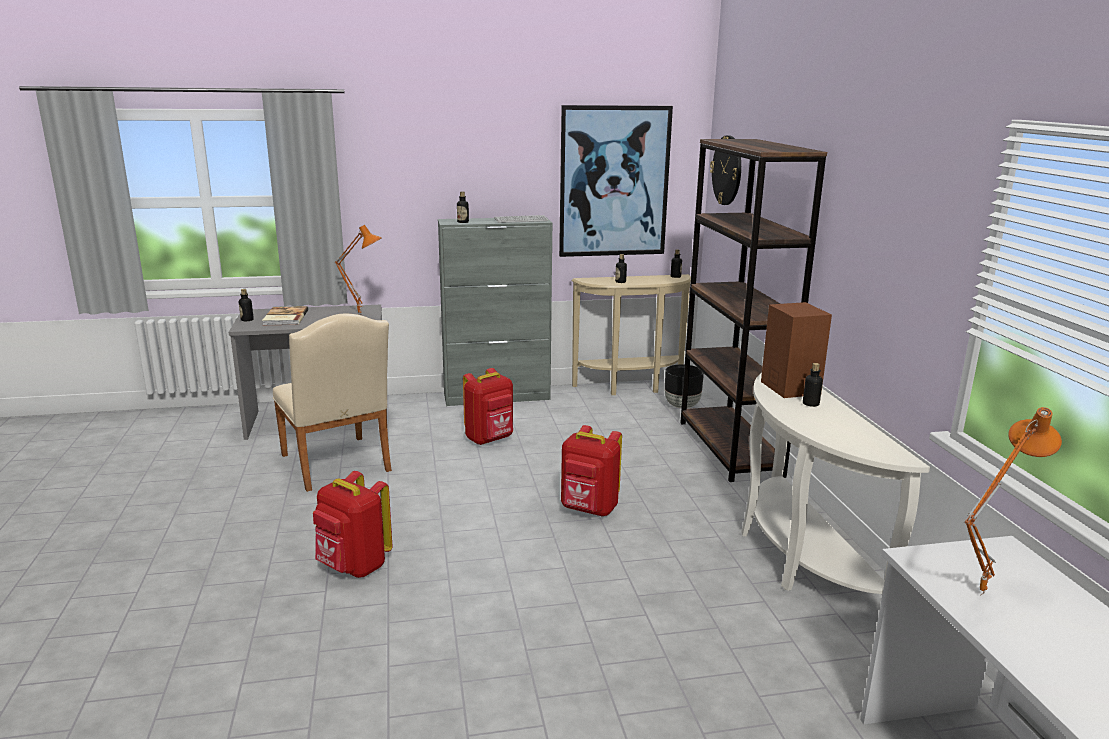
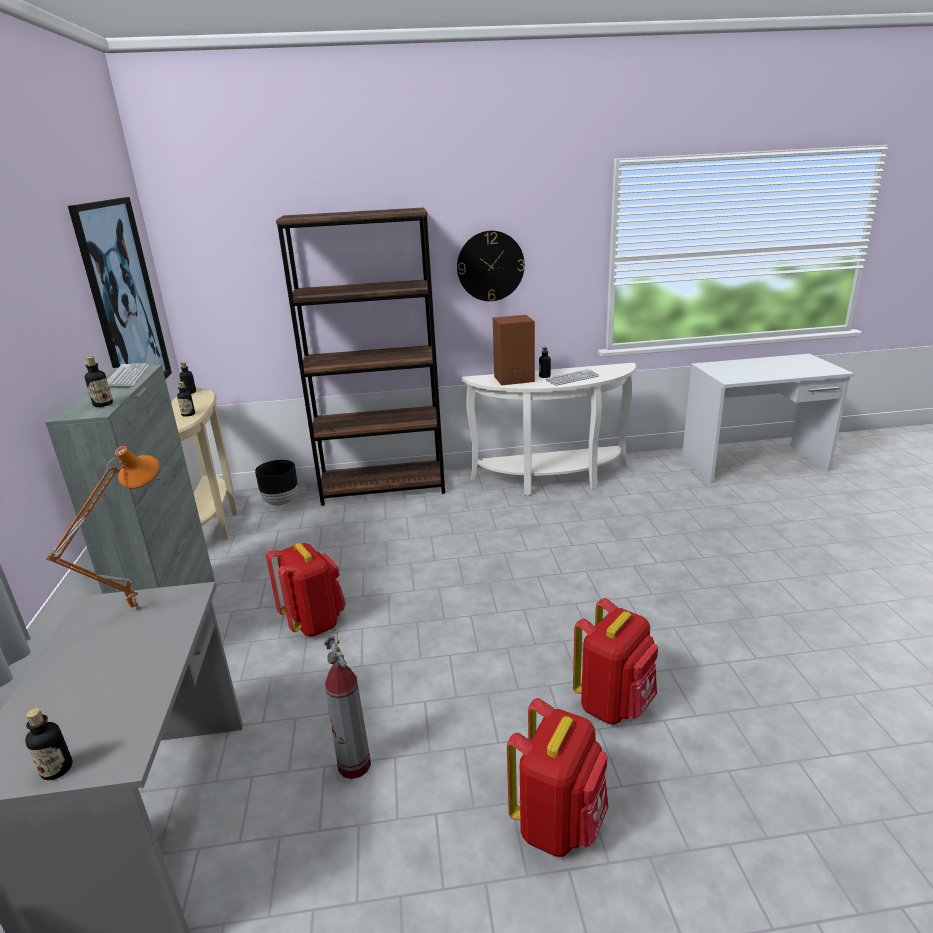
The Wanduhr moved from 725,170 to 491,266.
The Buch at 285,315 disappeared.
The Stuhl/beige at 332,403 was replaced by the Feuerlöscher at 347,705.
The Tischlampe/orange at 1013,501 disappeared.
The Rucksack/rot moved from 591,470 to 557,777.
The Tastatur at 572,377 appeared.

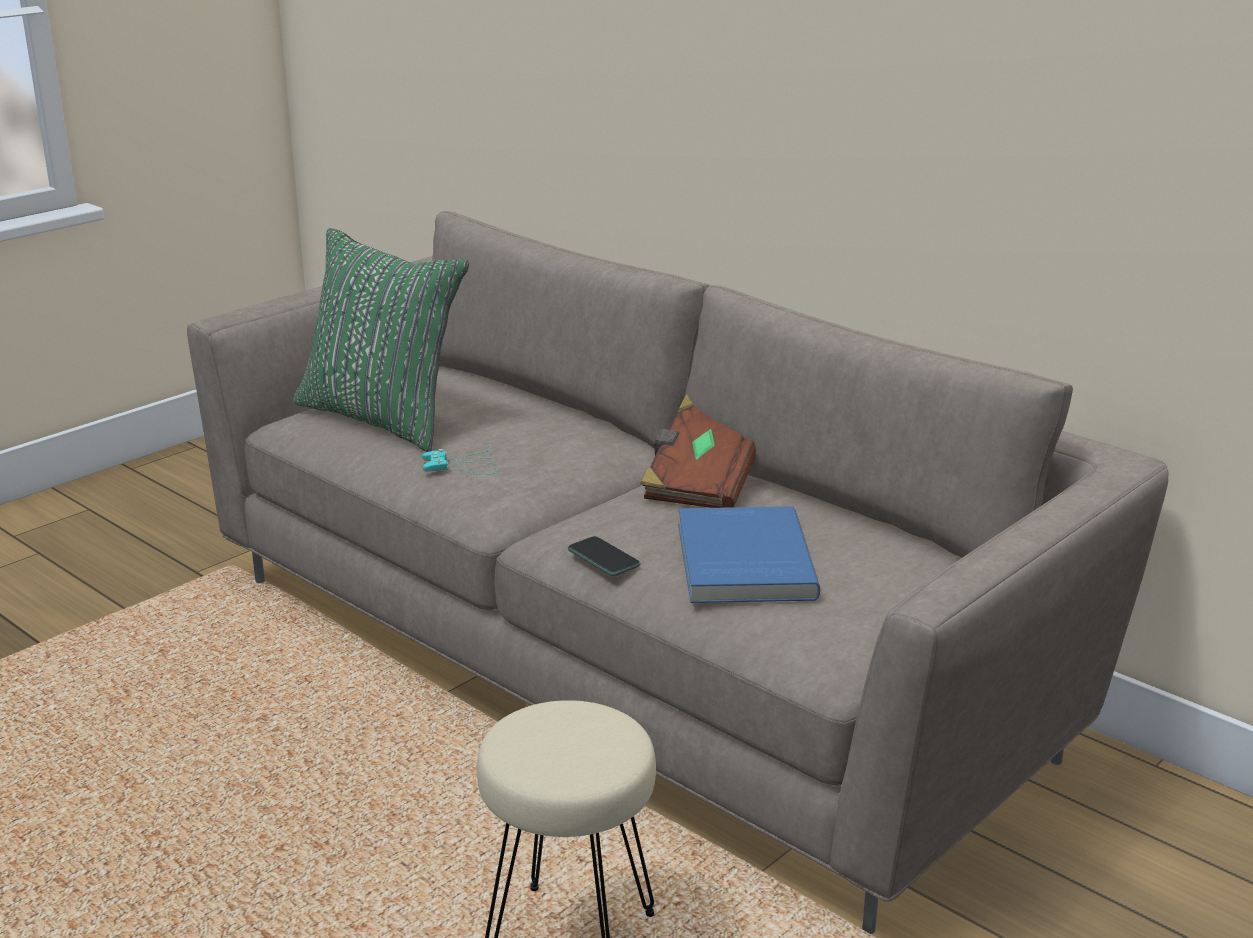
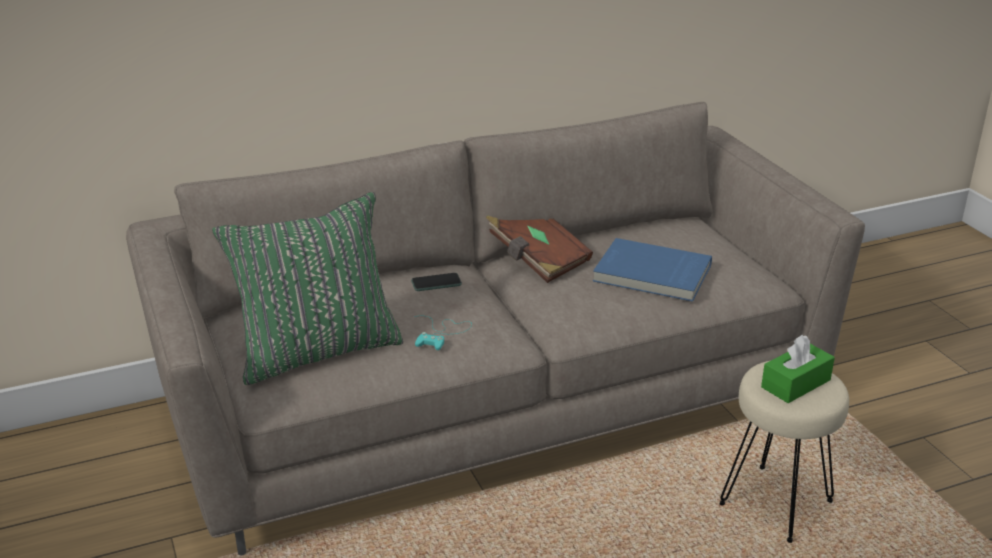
The Handy moved from 604,556 to 436,282.
The Taschentuchbox/grün at 798,368 appeared.

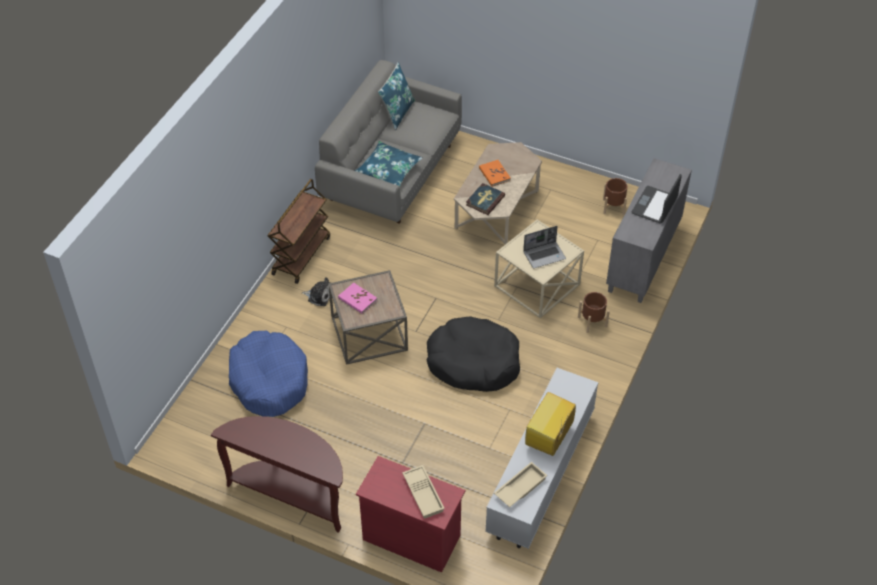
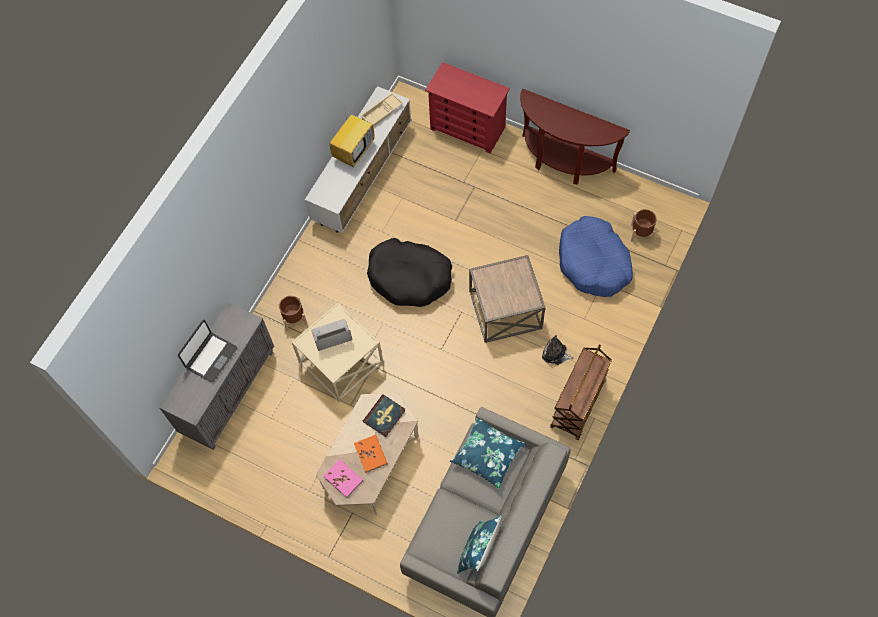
The Pflanzkübel/braun moved from 615,196 to 644,226.
The Buch/rosa moved from 357,298 to 343,478.
The Tablett/beige at 423,492 disappeared.

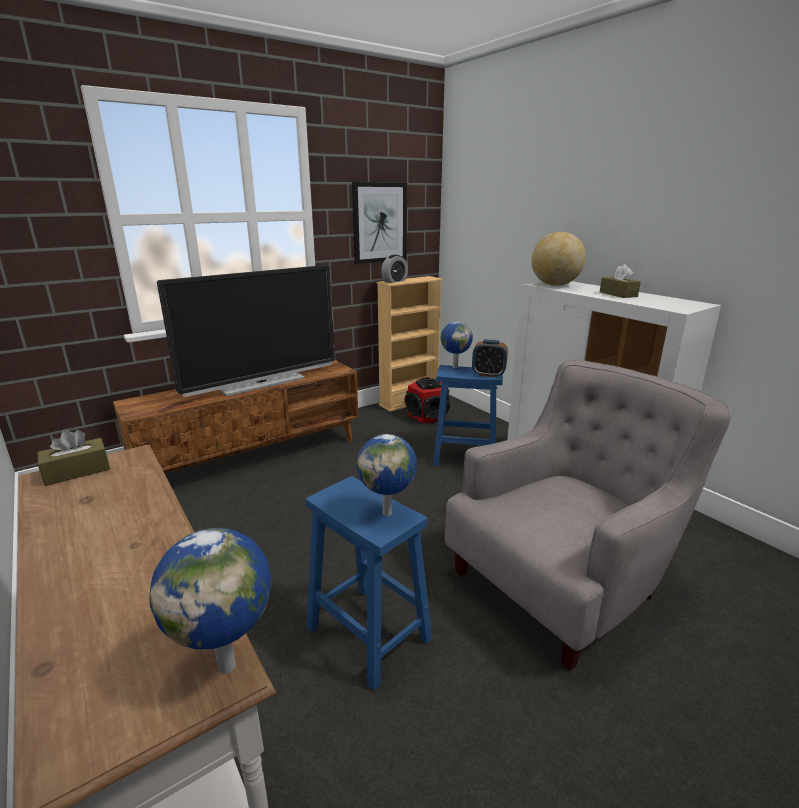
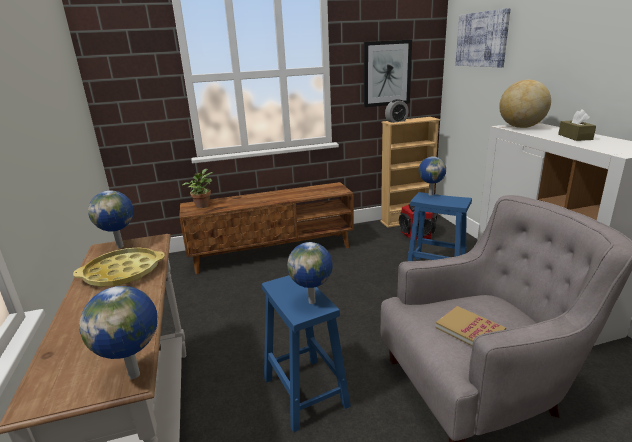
The Fernseher at 246,331 disappeared.
The Wecker at 490,358 disappeared.
The Taschentuchbox/braun at 73,457 was replaced by the Globus at 111,219.
The Bild at 483,37 appeared.
The Topfpflanze at 197,188 appeared.
The Tablett/gelb at 119,267 appeared.
The Buch at 470,326 appeared.

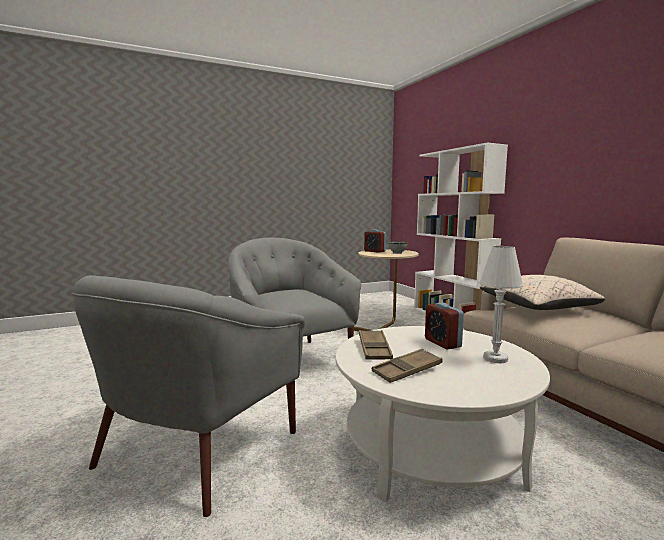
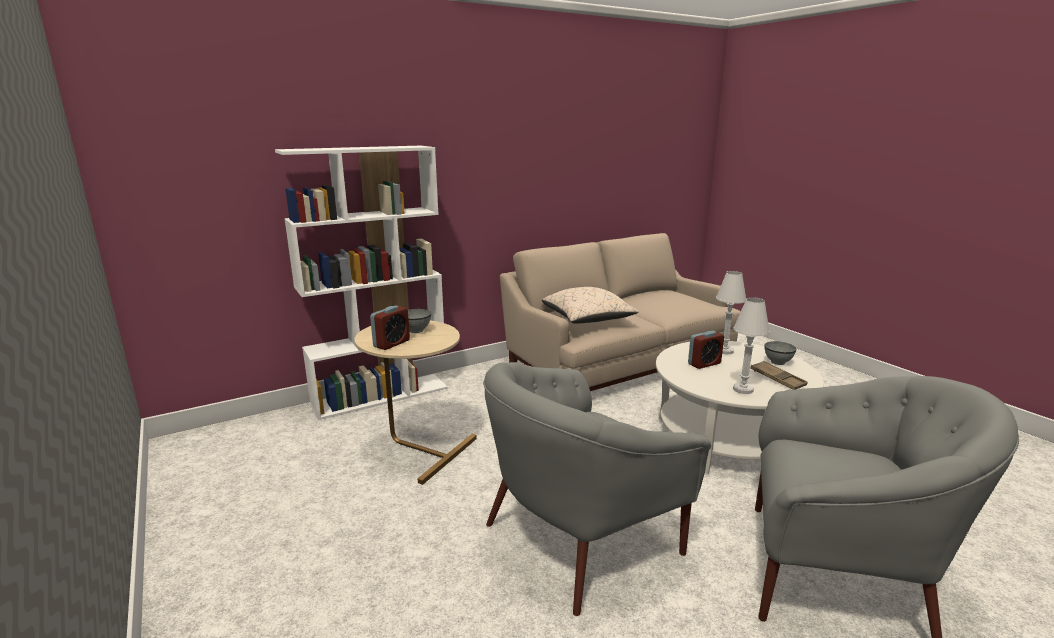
The Tablett/braun at 376,344 was replaced by the Tischlampe/weiß at 751,345.
The Schüssel/grau at 780,353 appeared.

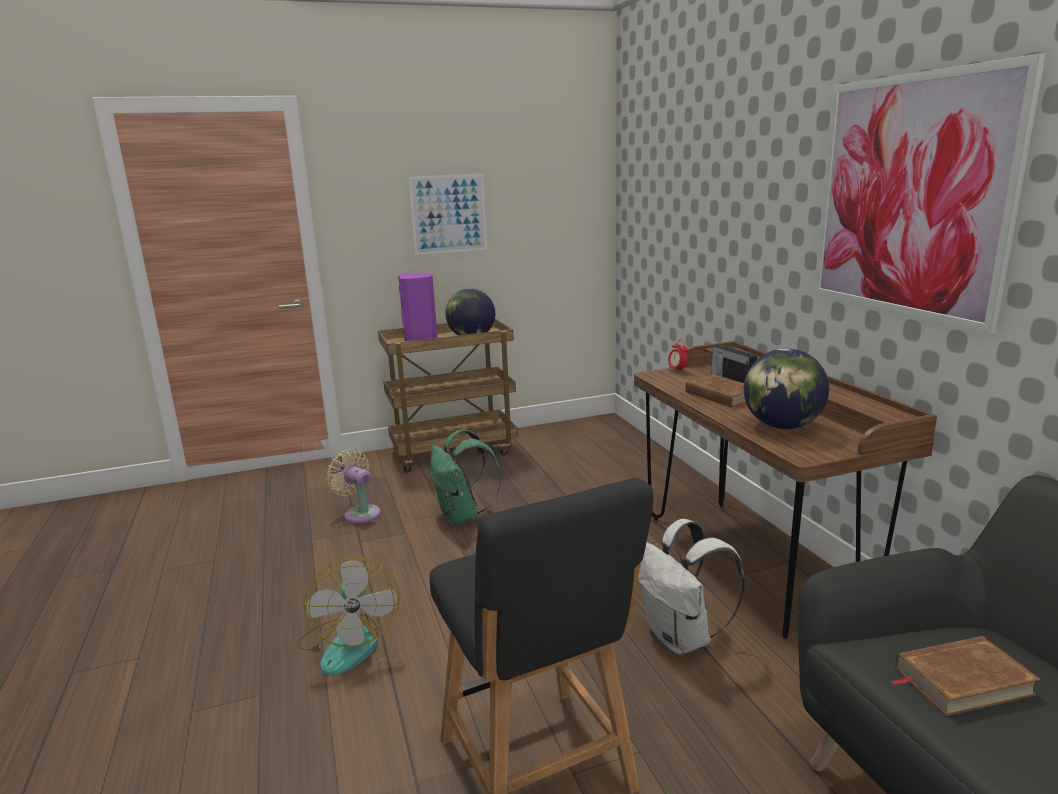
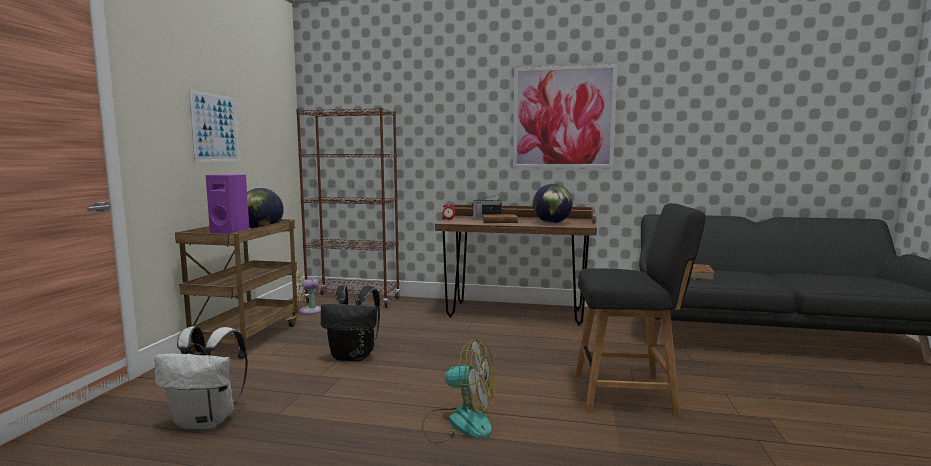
The Rucksack/grün at 465,477 became the Rucksack/schwarz at 350,323.
The Ventilator/beige moved from 354,486 to 308,292.
The Rucksack/weiß moved from 691,587 to 201,377.
The Bücherregal/braun at 348,208 appeared.

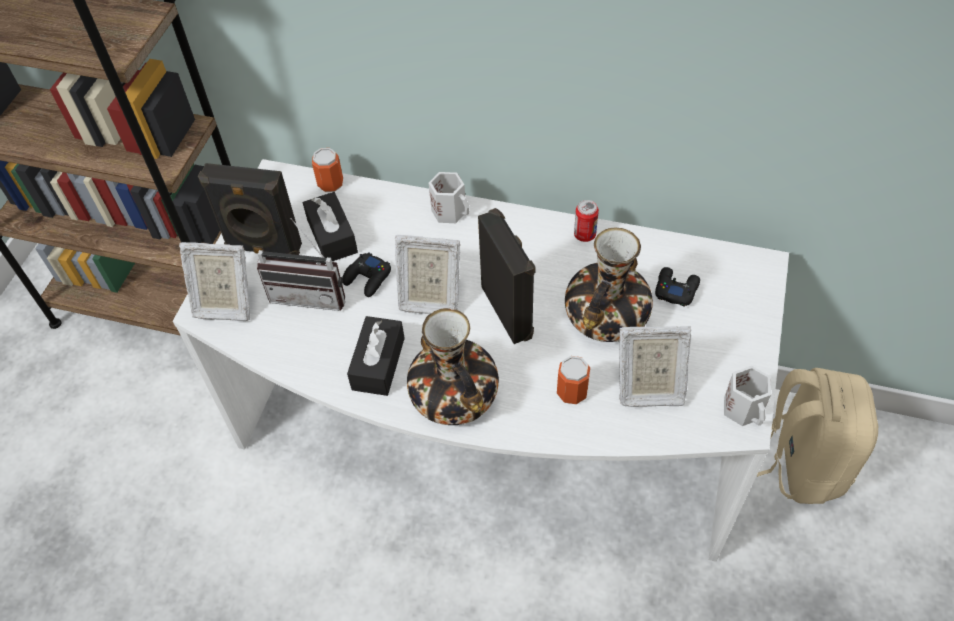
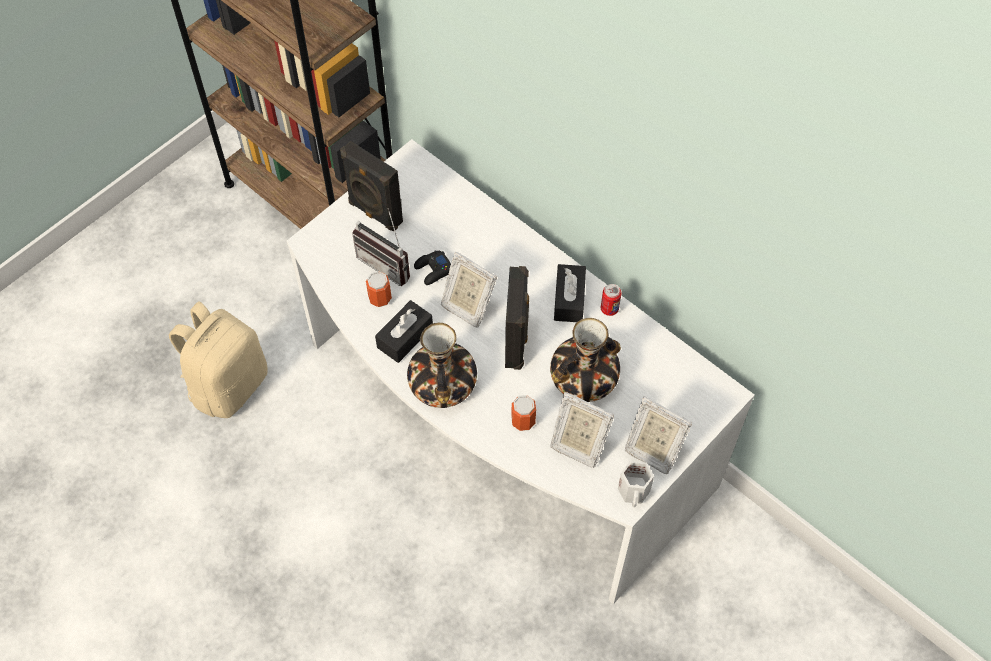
The Dose moved from 327,170 to 379,289.
The Henkelbecher/weiß at 449,197 disappeared.
The Taschentuchbox/schwarz moved from 330,226 to 570,293.
The Bilderrahmen moved from 214,281 to 658,435.
The Gamepad/schwarz at 677,287 disappeared.
The Rucksack/beige moved from 817,436 to 218,359.

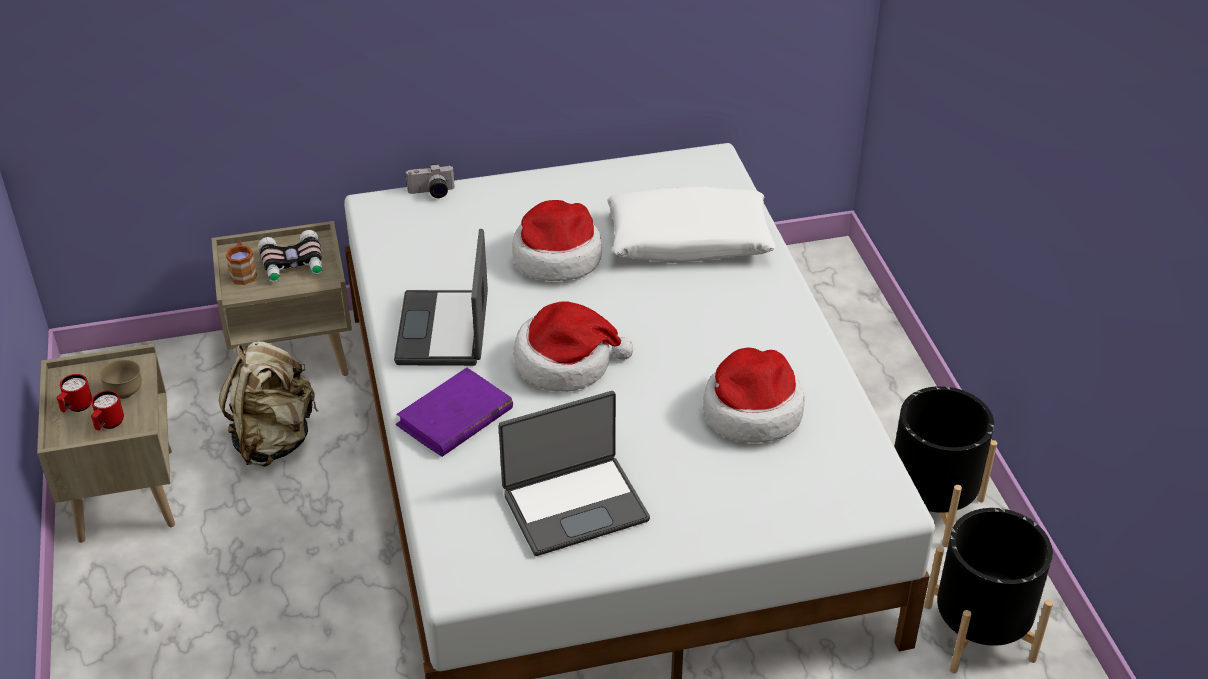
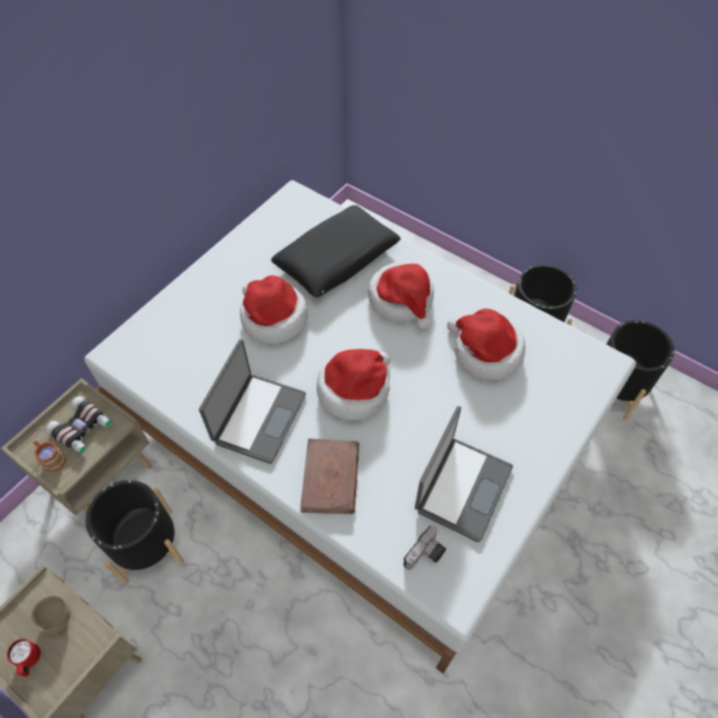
The Kamera moved from 430,181 to 424,548.
The Kissen/weiß at 691,224 became the Kissen/schwarz at 336,251.
The Laptop at 441,297 turned 120 degrees counterclockwise.
The Rucksack/beige at 268,404 was replaced by the Pflanzkübel/schwarz at 135,532.
The Buch/lila at 454,412 became the Buch/braun at 329,476.
The Henkelbecher/rot at 107,410 disappeared.
The Hut at 401,296 appeared.

